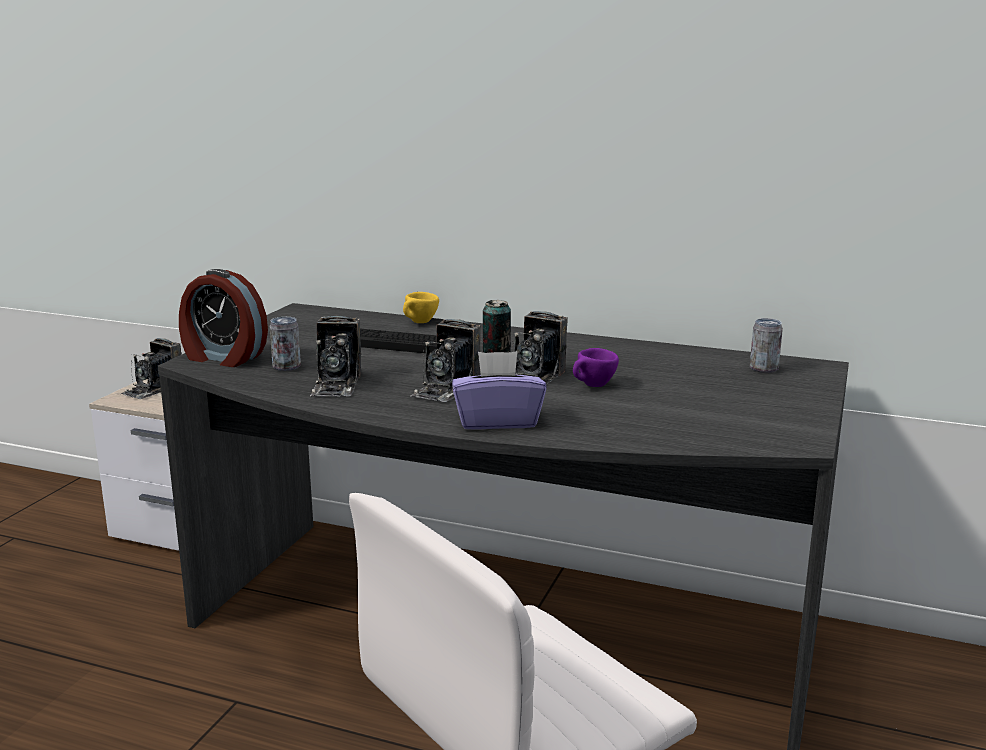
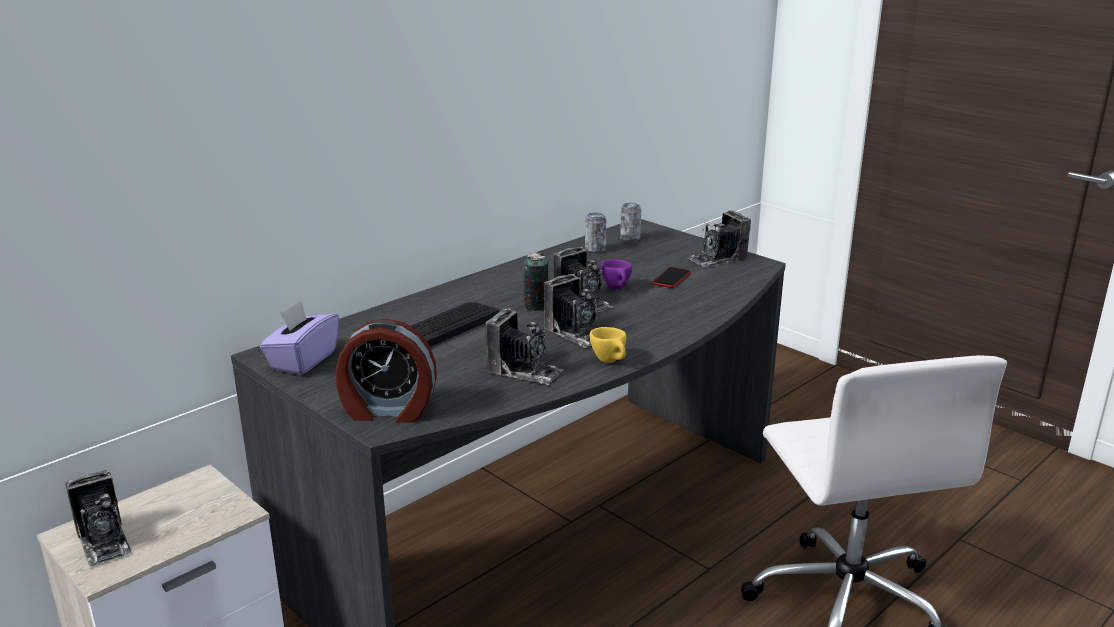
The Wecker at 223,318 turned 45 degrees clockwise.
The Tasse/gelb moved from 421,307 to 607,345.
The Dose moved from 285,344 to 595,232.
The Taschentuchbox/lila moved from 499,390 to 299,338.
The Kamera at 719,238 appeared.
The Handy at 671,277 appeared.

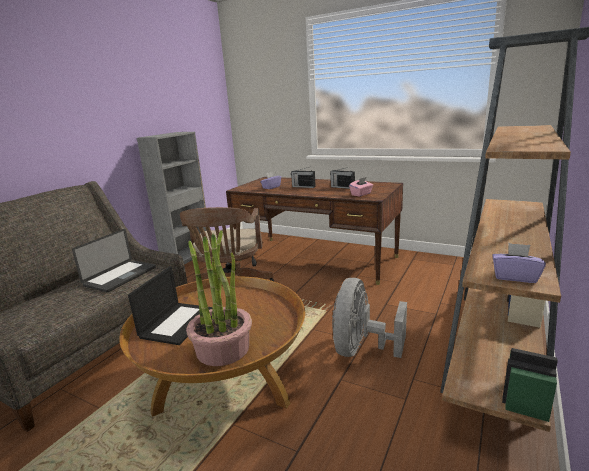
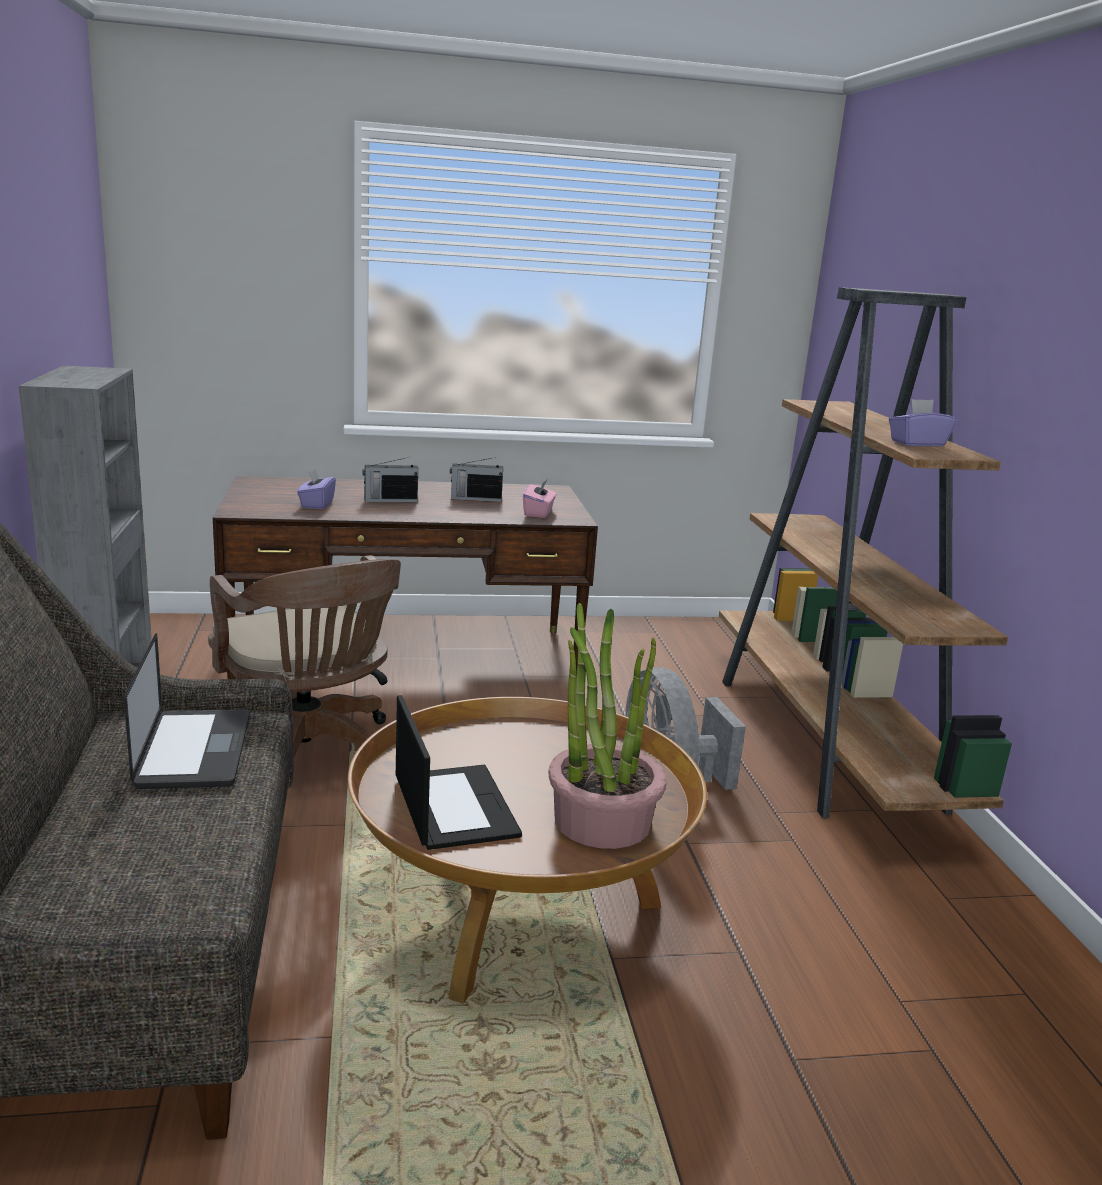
The Taschentuchbox/lila moved from 519,263 to 922,423.

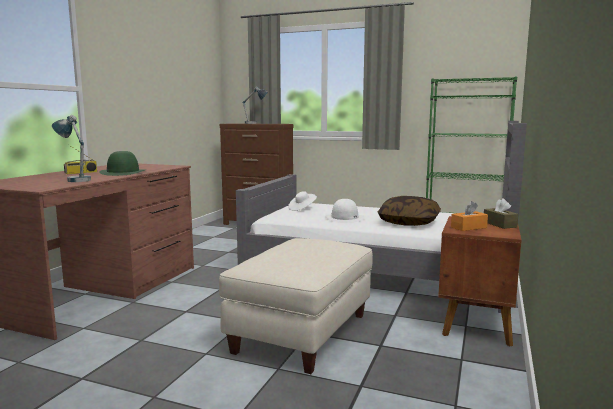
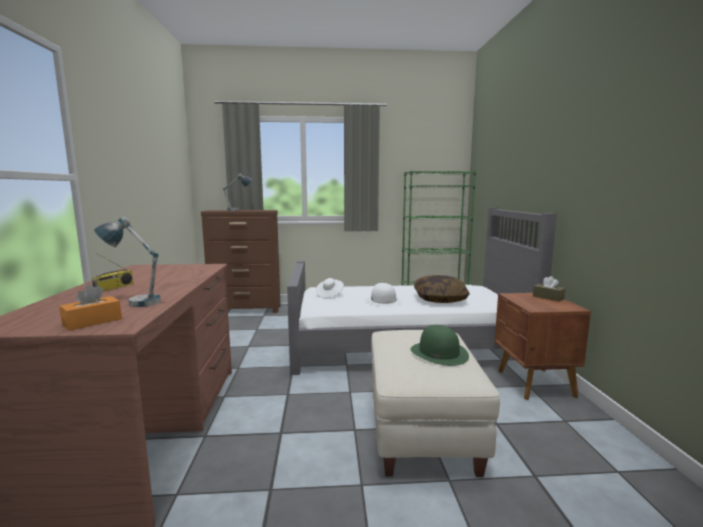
The Hut/grün moved from 122,163 to 440,345.
The Taschentuchbox/orange moved from 469,216 to 90,307.

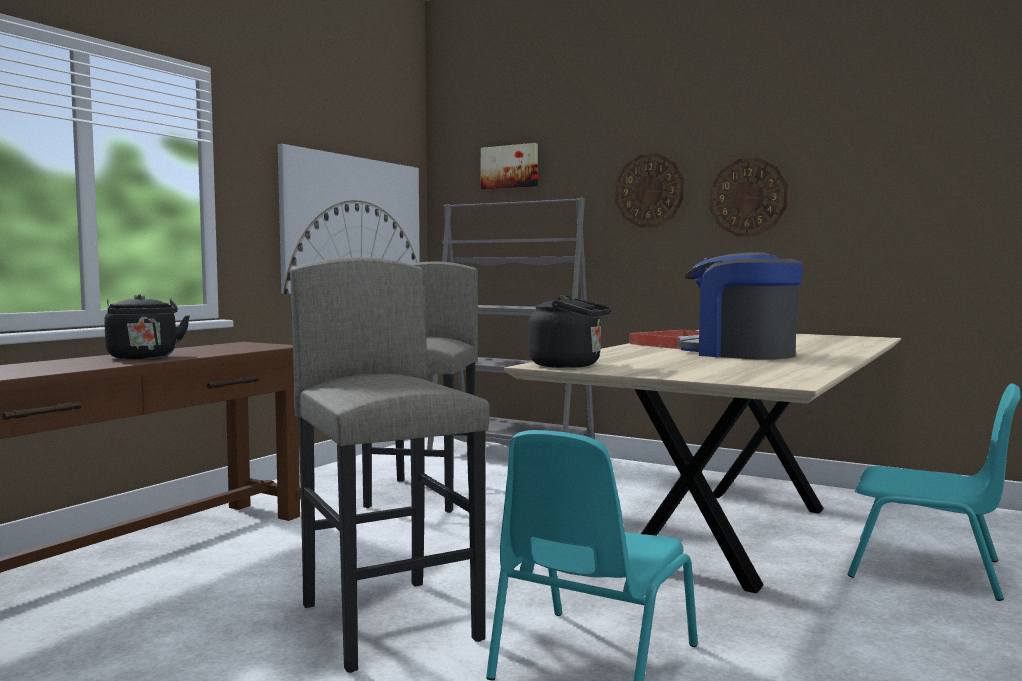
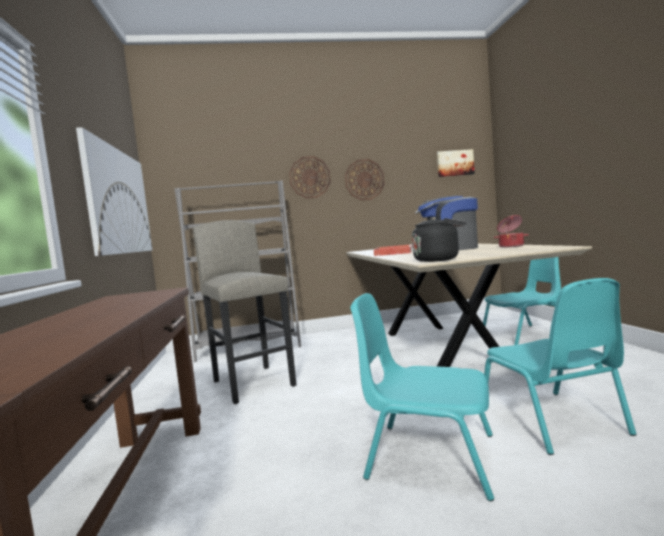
The Bild moved from 509,166 to 456,163.
The Hocker/grau at 390,465 was replaced by the Stuhl/türkis at 422,397.
The Wasserkessel/schwarz at 147,326 disappeared.
The Kochtopf at 511,231 appeared.

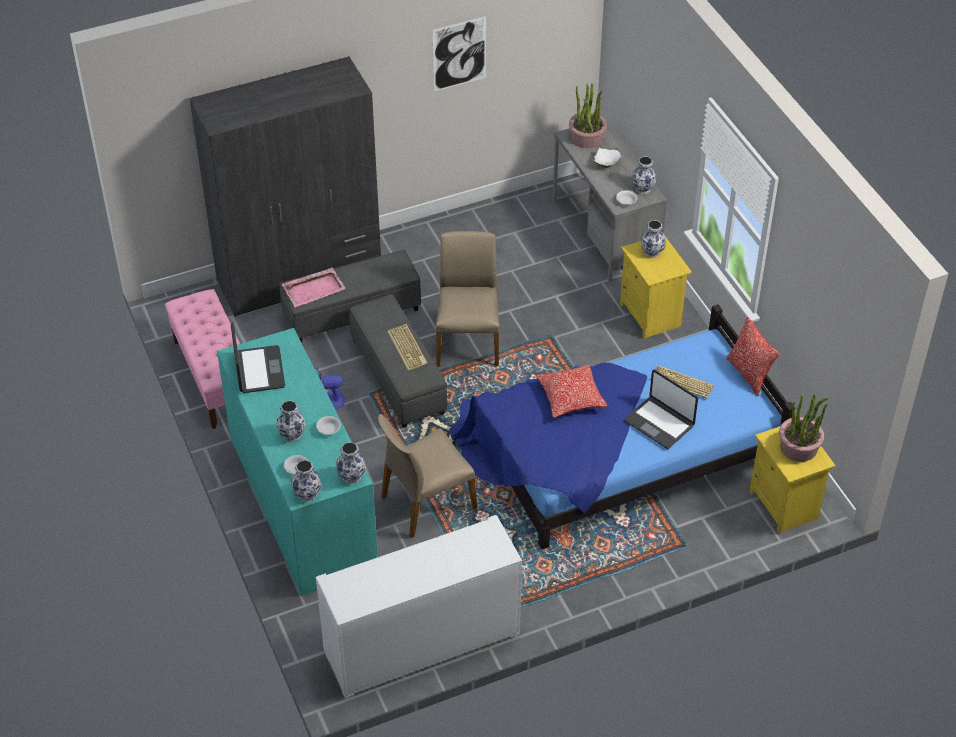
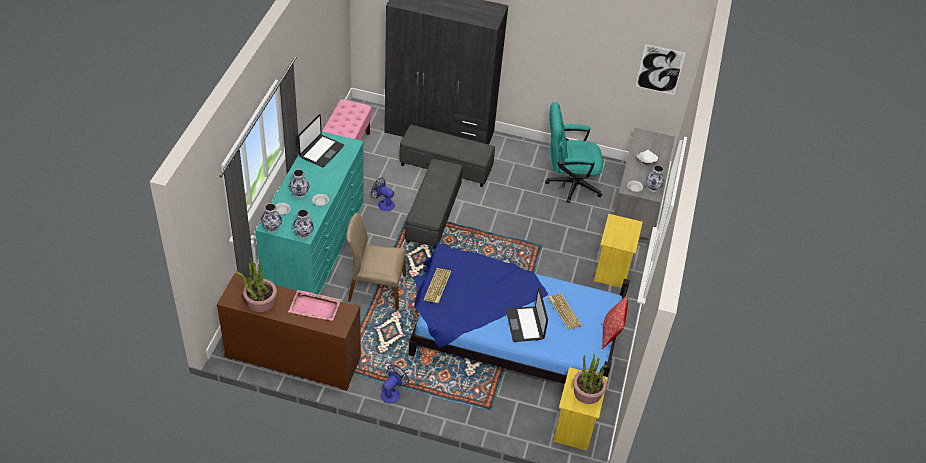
The Bild moved from 459,54 to 660,69.
The Topfpflanze moved from 588,115 to 256,285.
The Vase at 653,239 disappeared.
The Stuhl/beige at 467,299 disappeared.
The Tablett/rosa moved from 314,288 to 314,305.
The Tastatur moved from 407,347 to 437,285.
The Kissen at 571,391 disappeared.
The Schrank/weiß at 419,607 became the Schrank/braun at 289,332.
The Bürostuhl/türkis at 574,152 appeared.
The Ventilator at 395,384 appeared.

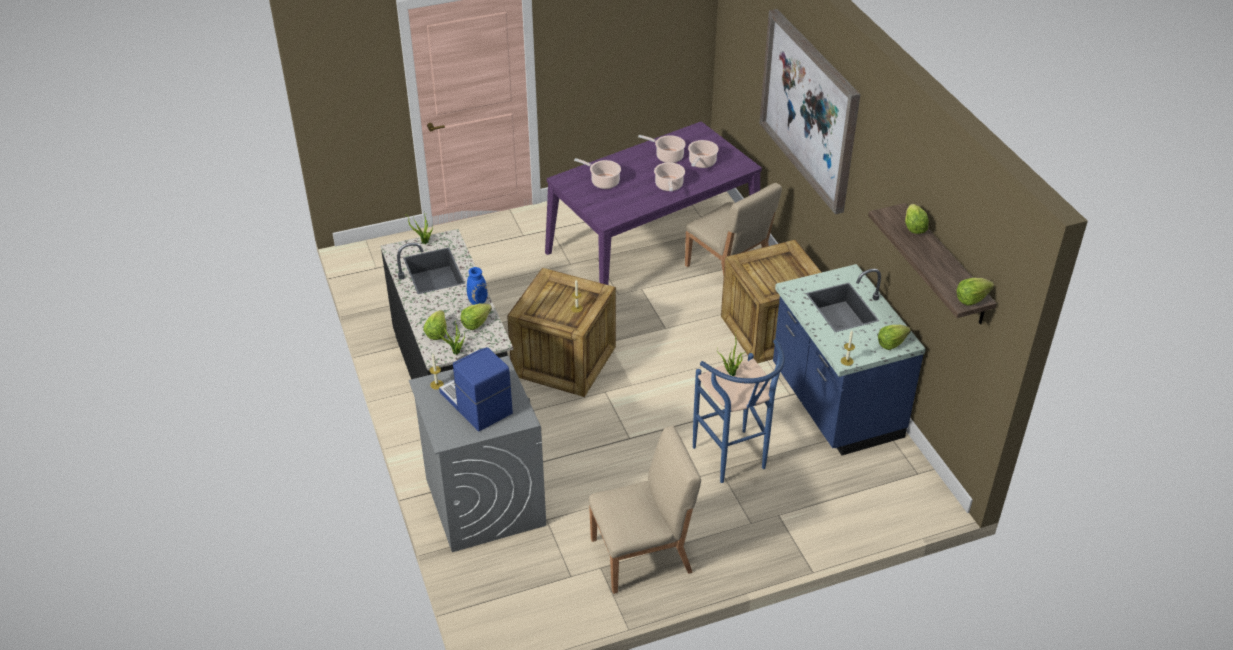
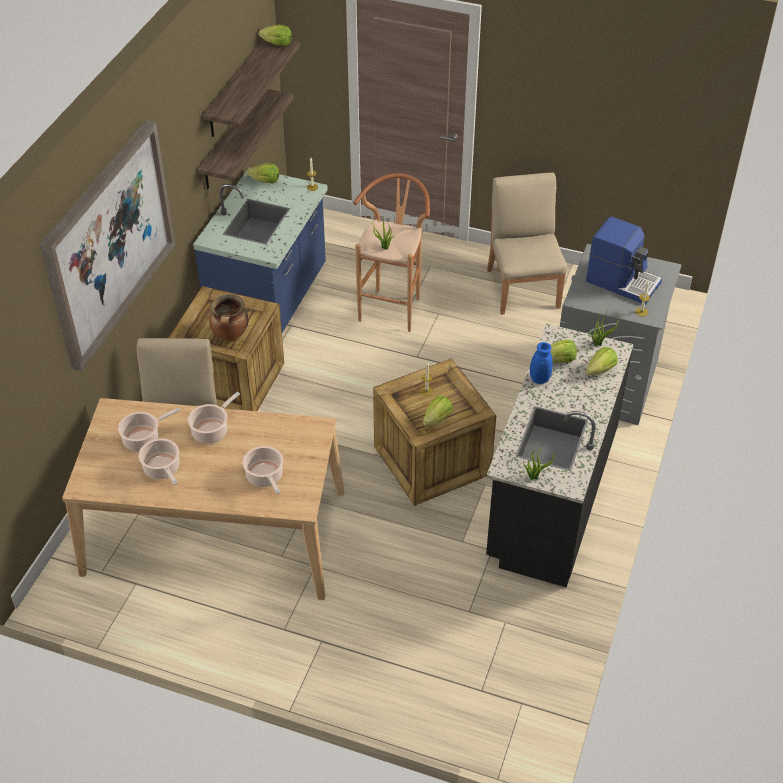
The Esstisch/lila at 653,203 became the Esstisch/beige at 203,499.
The Salatkopf moved from 917,219 to 438,411.
The Hocker/blau at 739,411 became the Hocker/braun at 391,252.
The Kaffeemaschine at 476,389 turned 60 degrees counterclockwise.
The Stuhl/beige at 645,510 turned 60 degrees clockwise.
The Wandregal at 246,139 appeared.
The Kochtopf at 229,318 appeared.

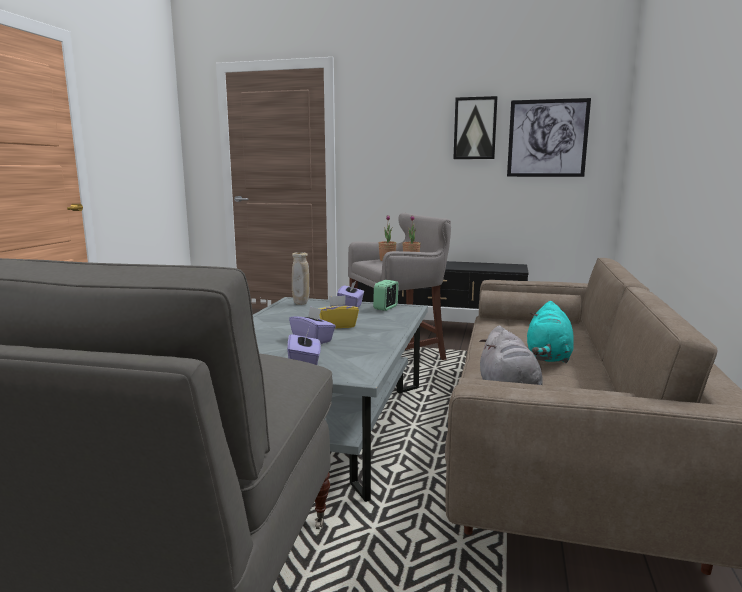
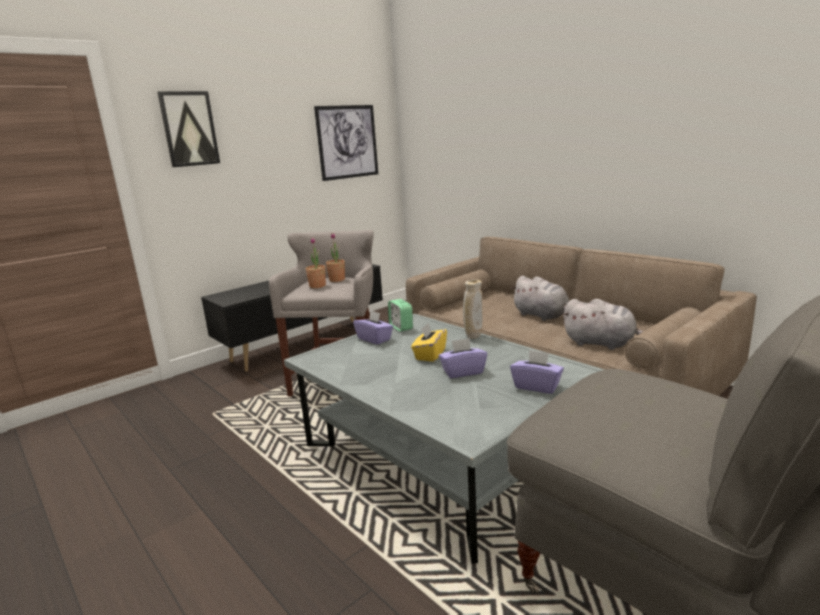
The Bild moved from 475,127 to 188,129.
The Vase/beige moved from 300,278 to 473,309.
The Plüschtier/türkis at 550,332 became the Plüschtier/grau at 540,298.

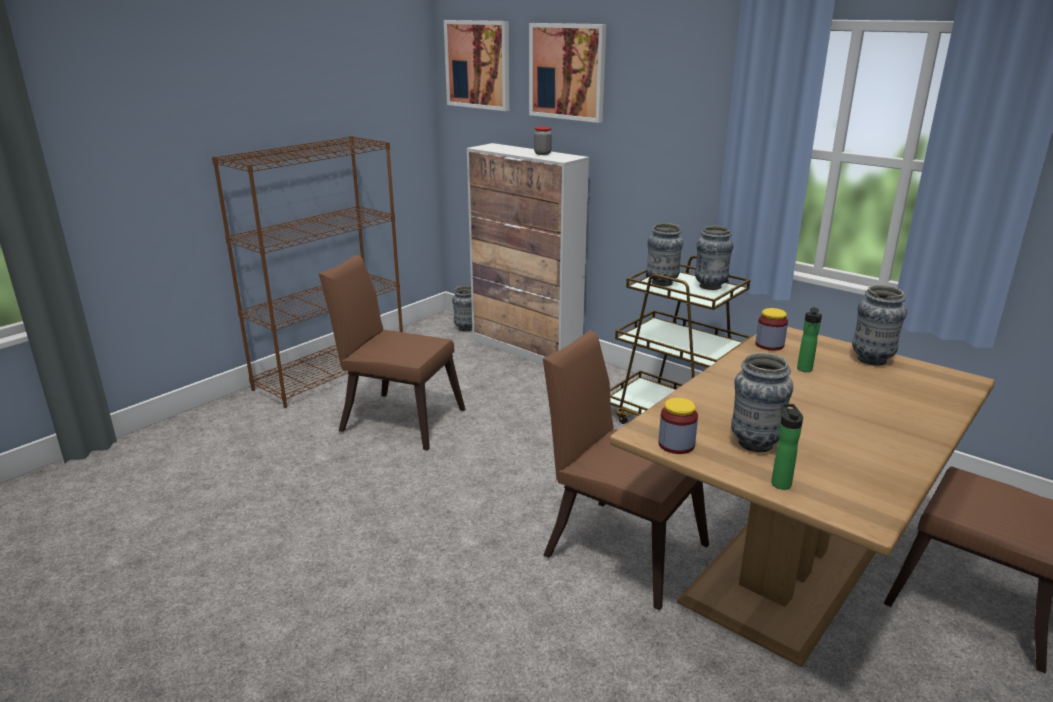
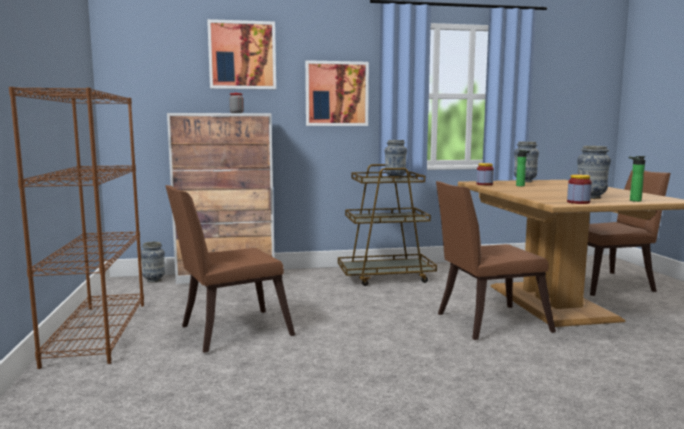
The Bild moved from 476,65 to 337,93.
The Vase at 665,255 disappeared.

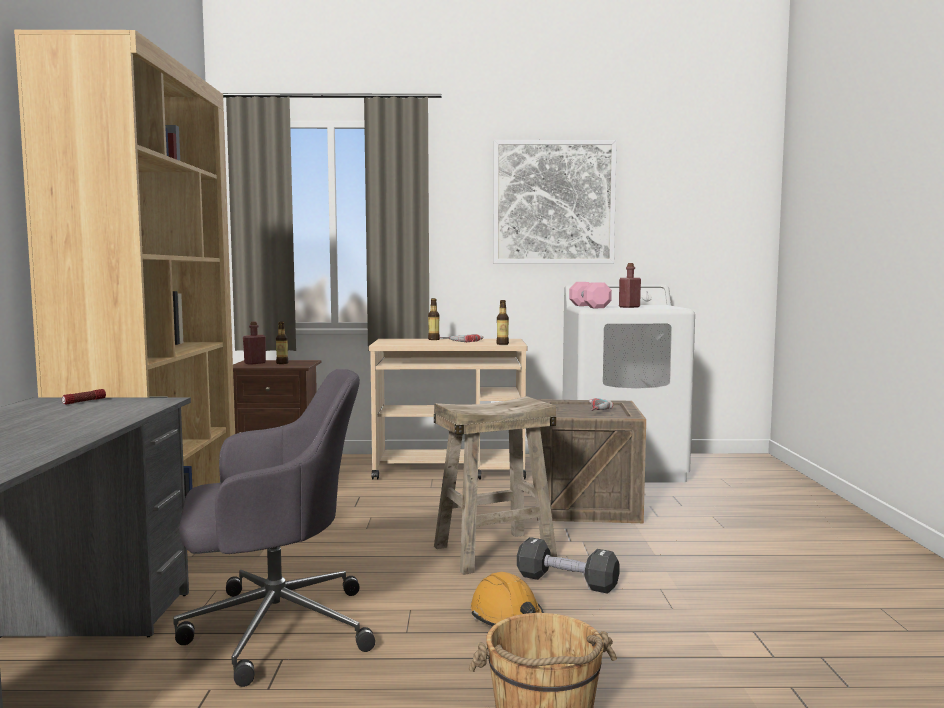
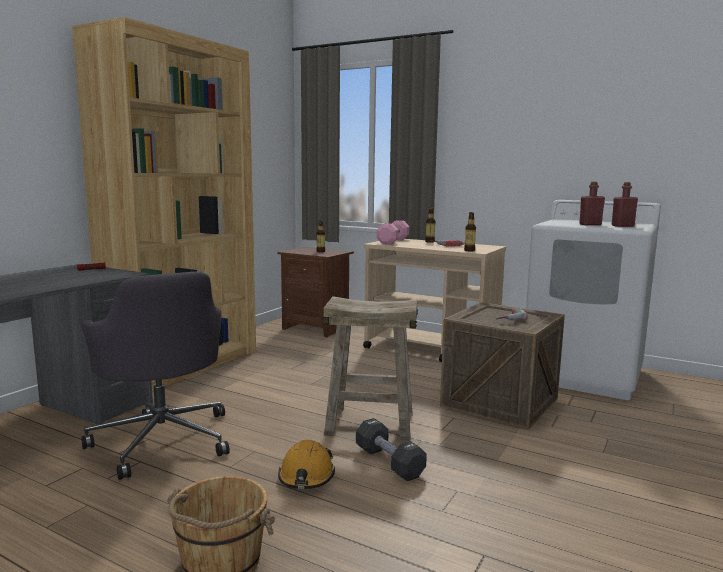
The Bild at 555,202 disappeared.
The Hantel/rosa moved from 590,295 to 393,232.
The Flasche/rot moved from 254,343 to 625,204.
The Bürostuhl/grau at 274,528 turned 45 degrees clockwise.

